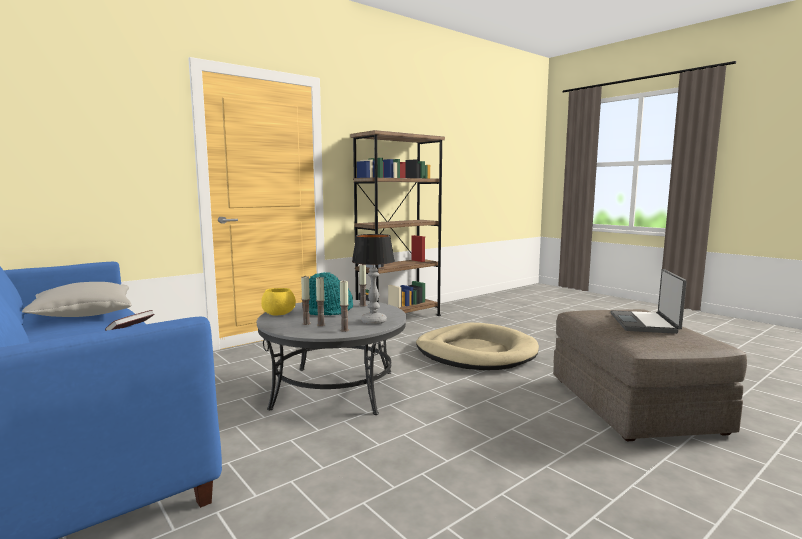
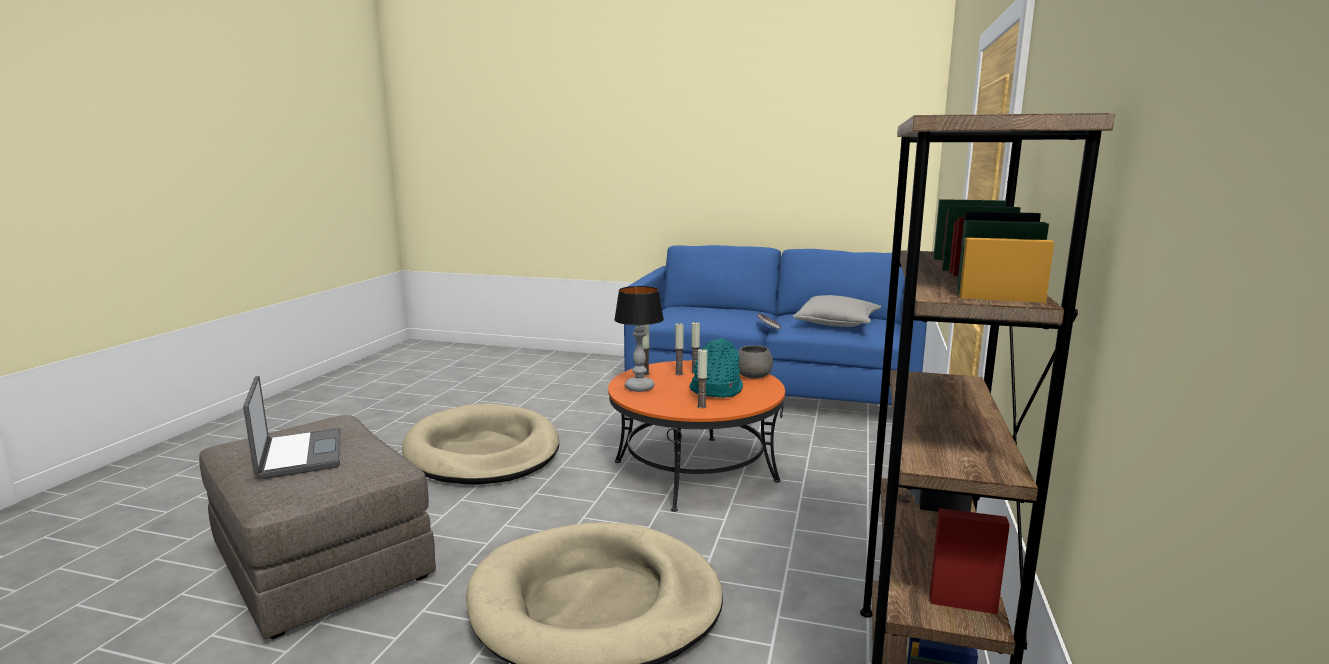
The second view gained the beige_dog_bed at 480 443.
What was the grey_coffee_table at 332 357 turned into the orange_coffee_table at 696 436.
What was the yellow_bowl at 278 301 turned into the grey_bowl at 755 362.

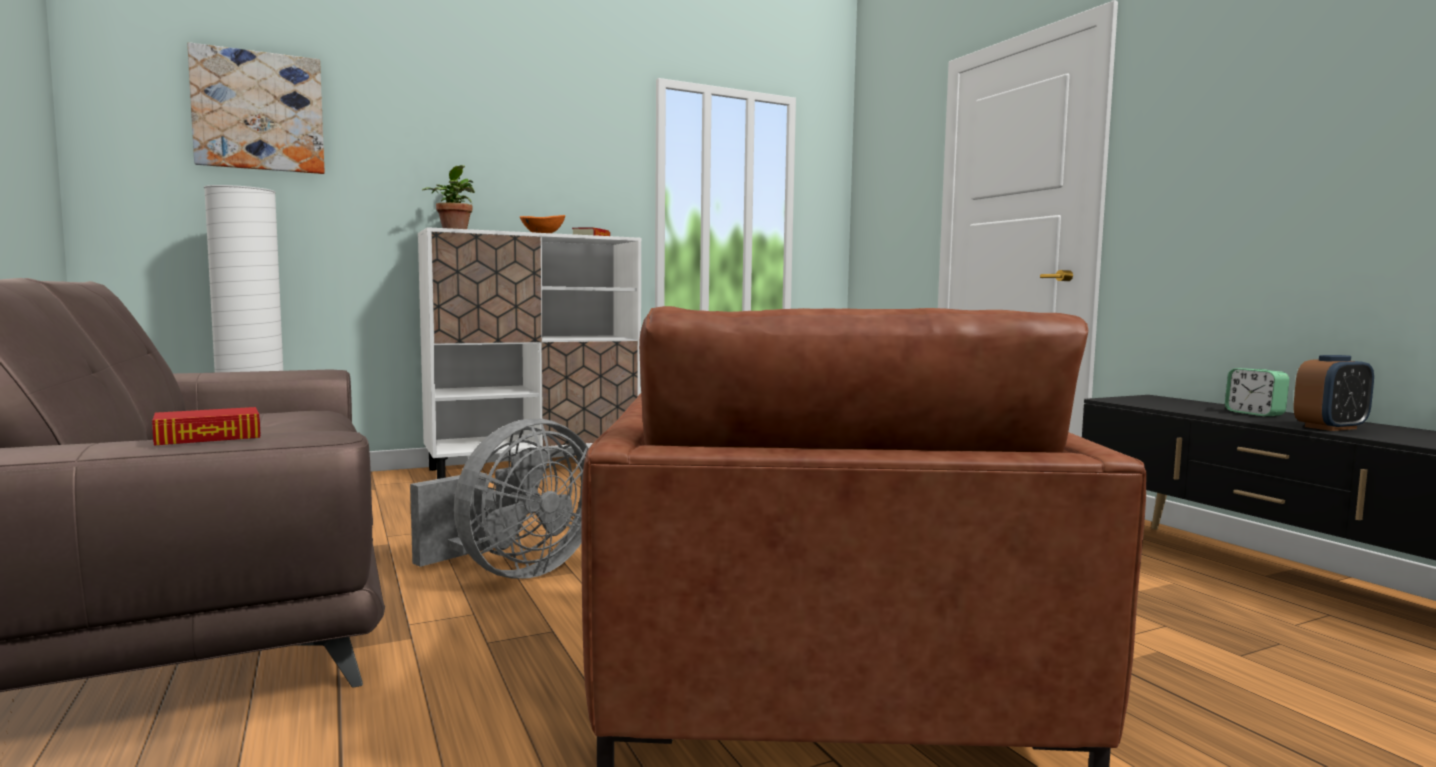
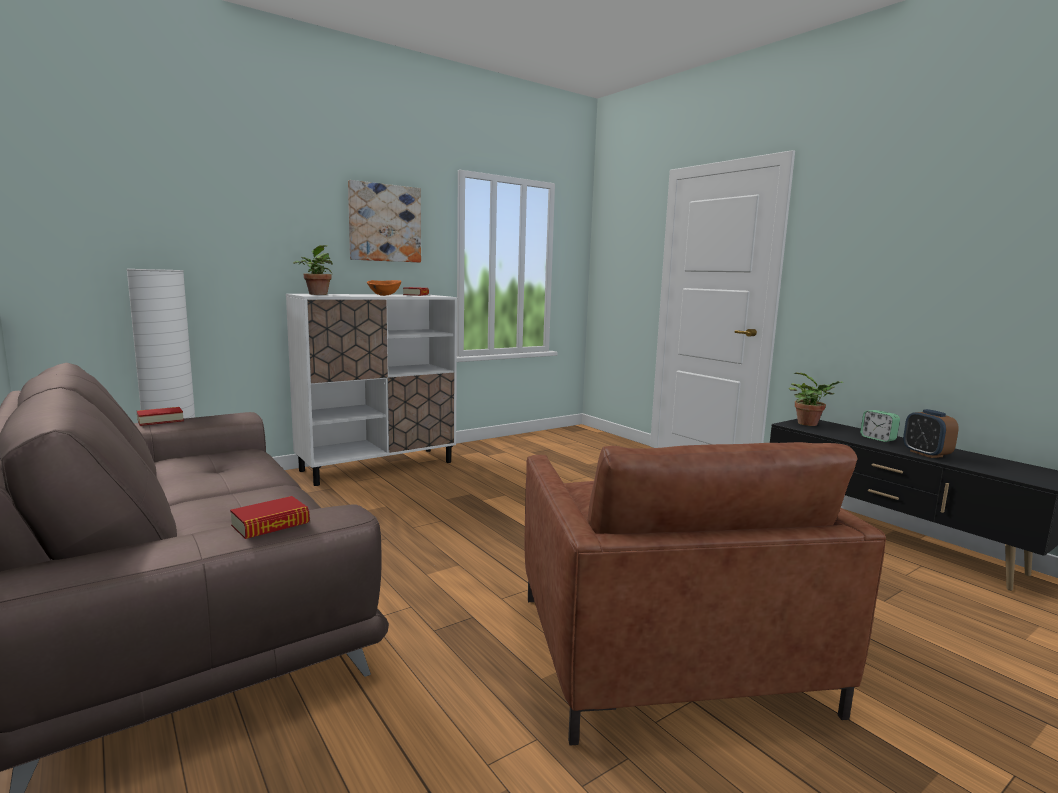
The second view lost the grey_fan at 499 498.
The second view gained the book at 160 416.
The second view gained the potted_plant at 816 399.
The picture ended up elsewhere, having gone from 256 108 to 384 221.
The alarm_clock at 1333 393 ended up facing another way, 105 degrees clockwise from before.

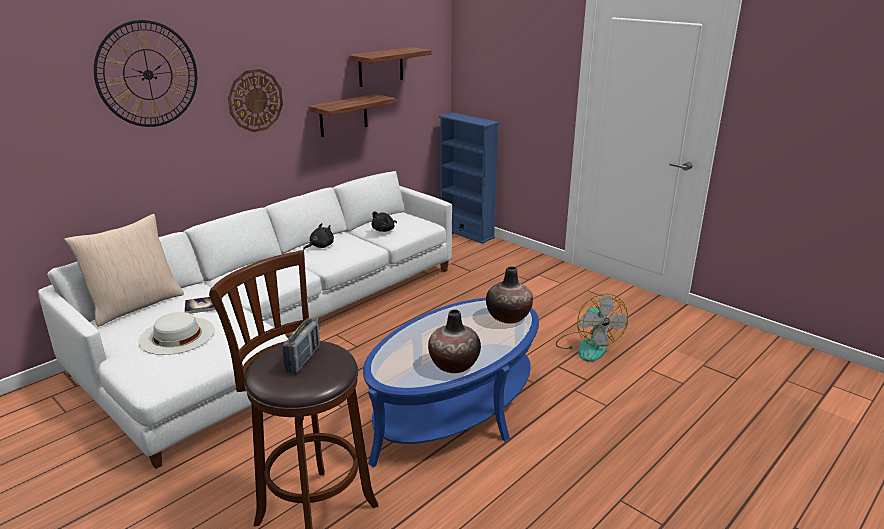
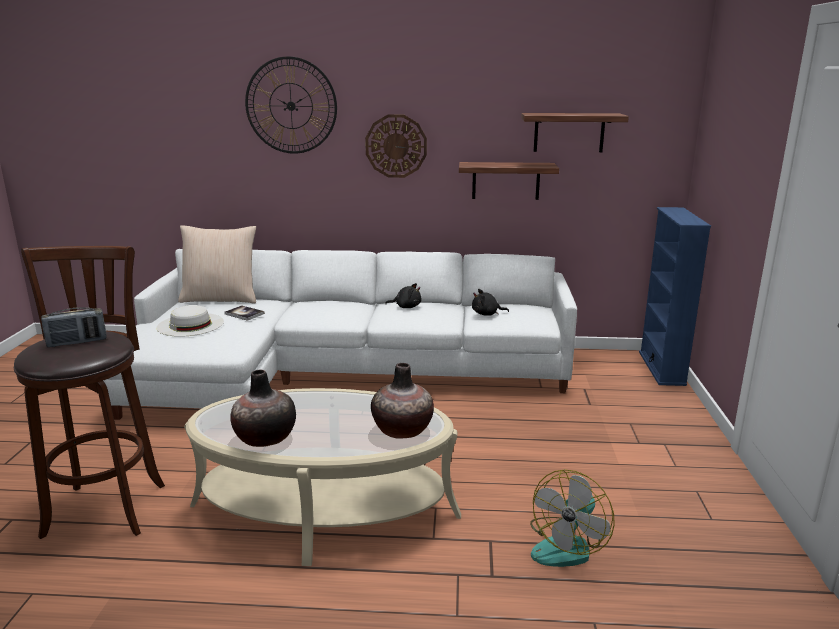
What was the blue_coffee_table at 451 383 turned into the beige_coffee_table at 322 477.

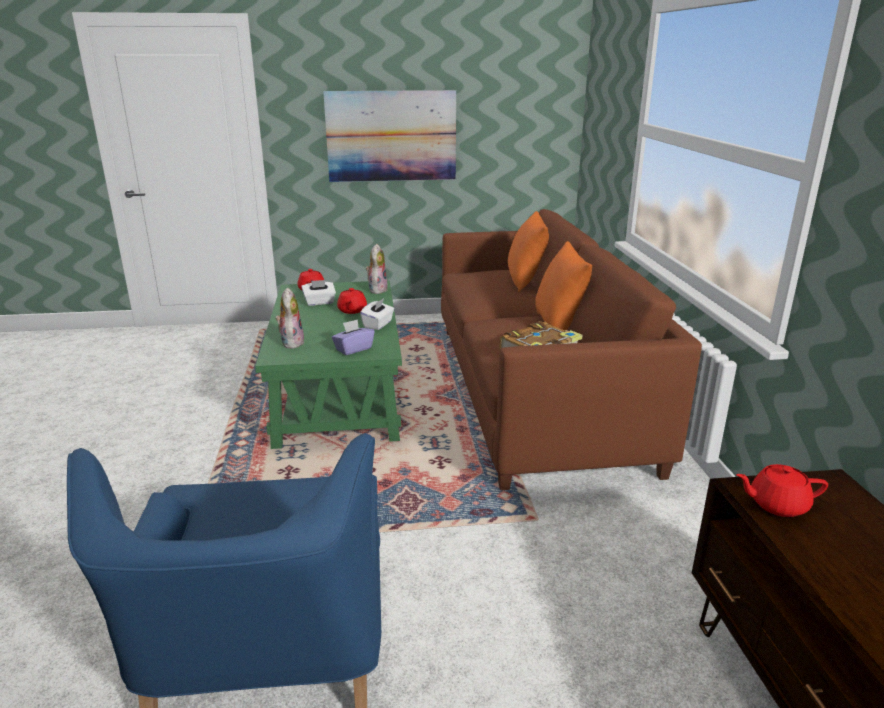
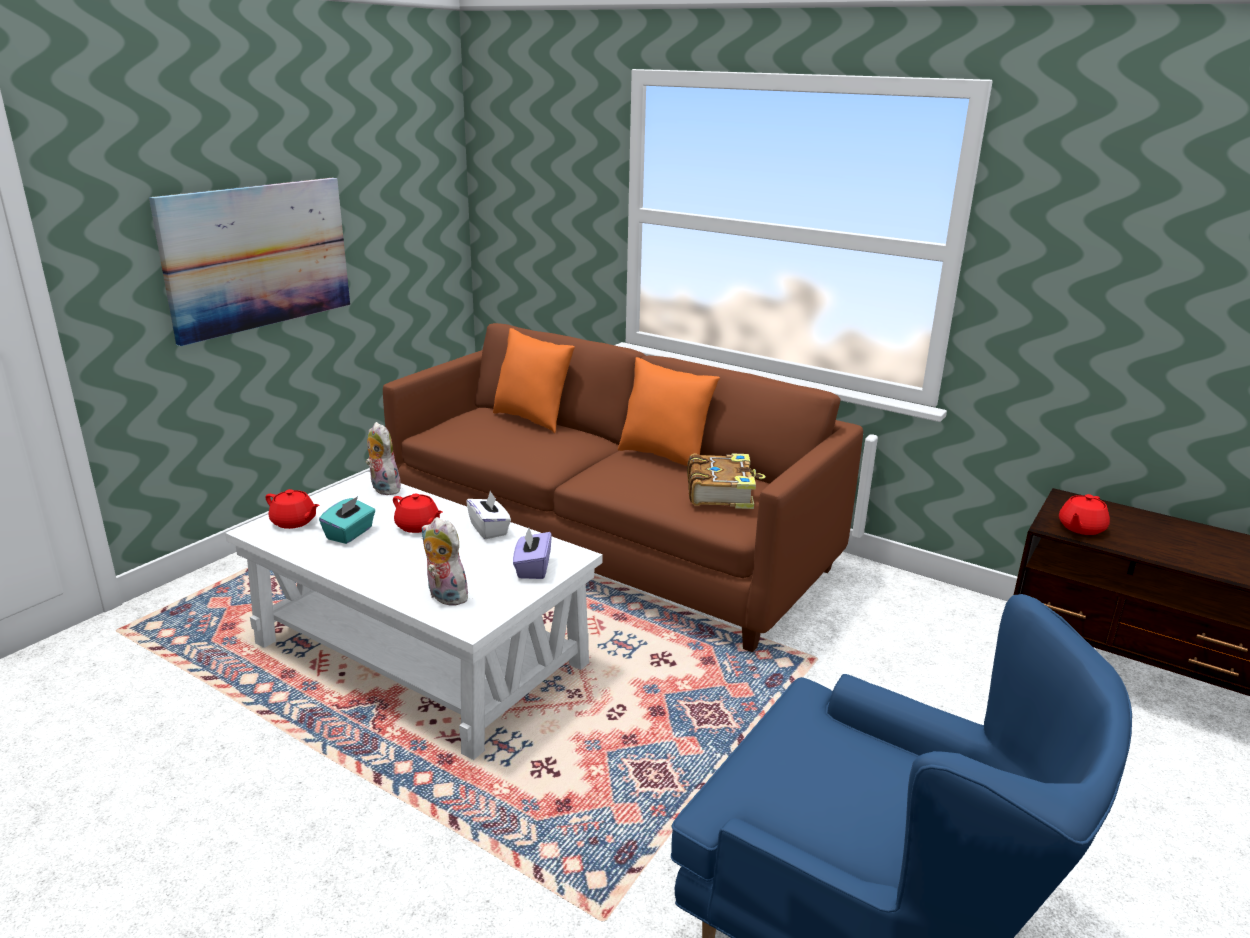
What was the green_coffee_table at 328 365 turned into the white_coffee_table at 414 616.
What was the white_tissue_box at 318 293 turned into the turquoise_tissue_box at 347 520.

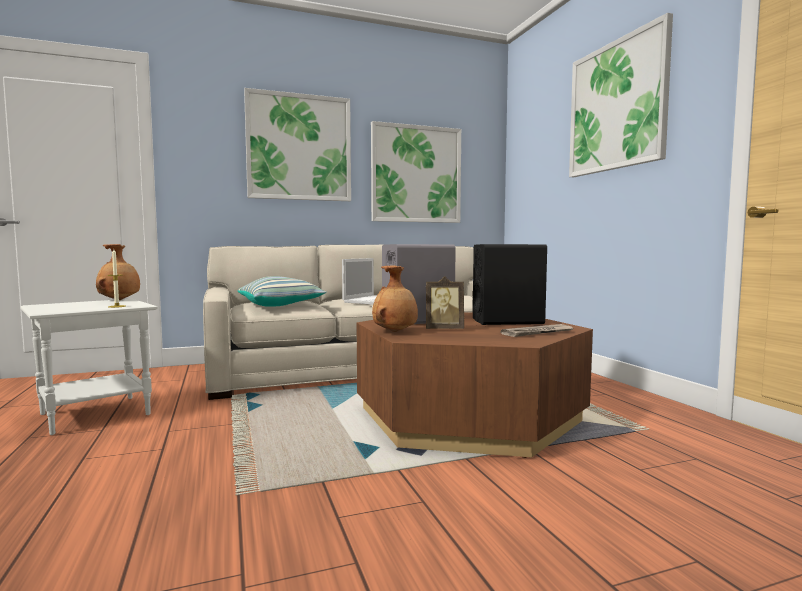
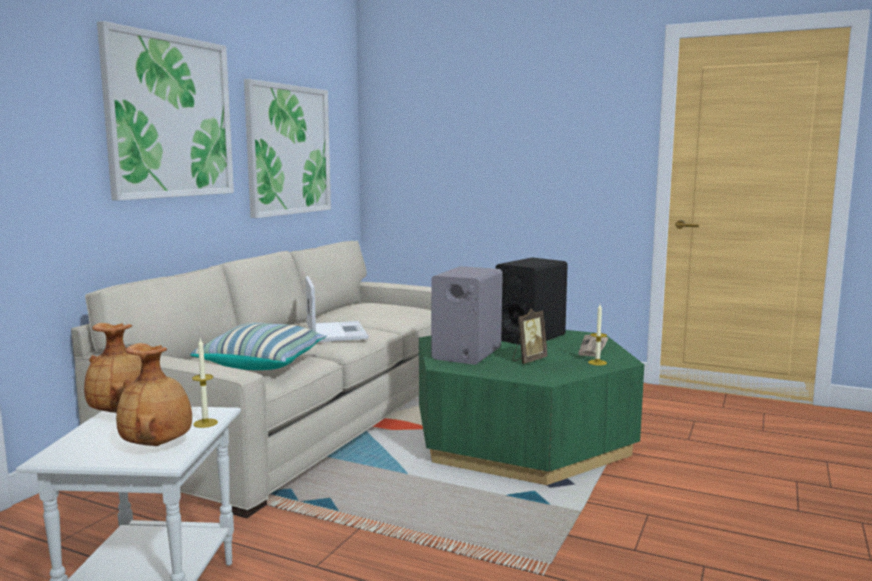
The second view lost the picture at 621 95.
The second view gained the candle at 597 335.
The brown_vase ended up elsewhere, having gone from 395 298 to 154 394.
What was the brown_coffee_table at 475 385 turned into the green_coffee_table at 531 407.

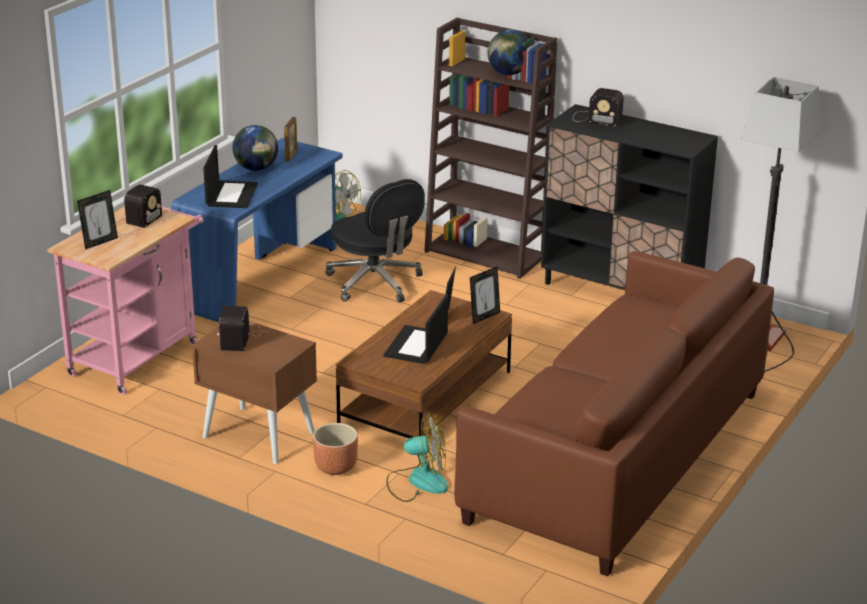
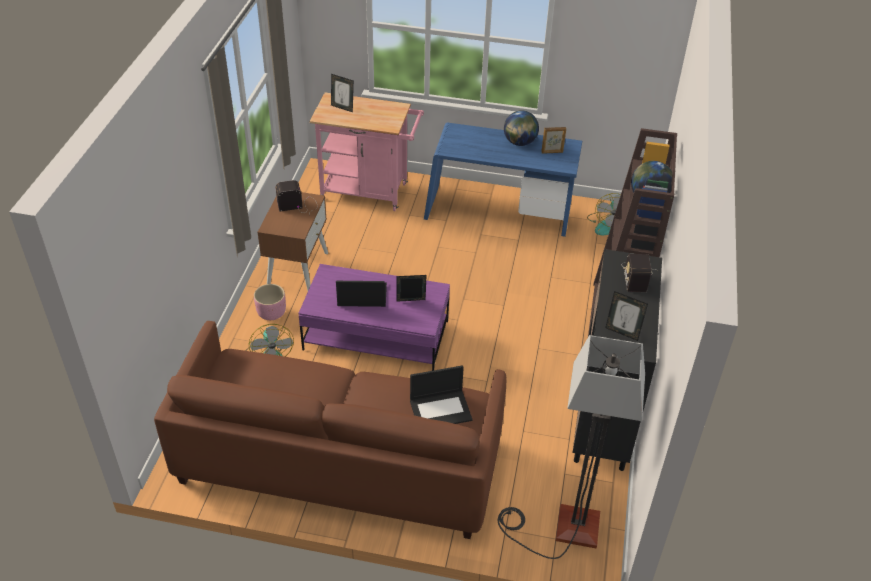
The second view lost the radio at 139 209.
The second view lost the black_office_chair at 375 240.
The laptop ended up elsewhere, having gone from 230 176 to 441 394.
The picture_frame ended up elsewhere, having gone from 485 295 to 626 316.
What was the brown_planter at 335 449 turned into the pink_planter at 270 302.
What was the brown_coffee_table at 424 364 turned into the purple_coffee_table at 374 317.

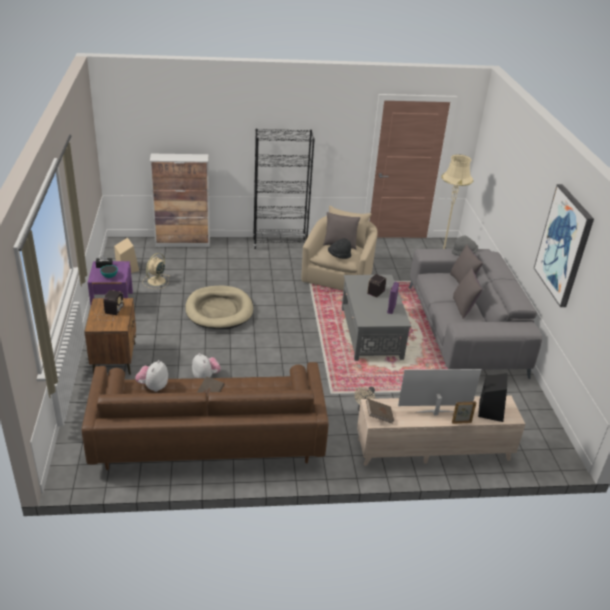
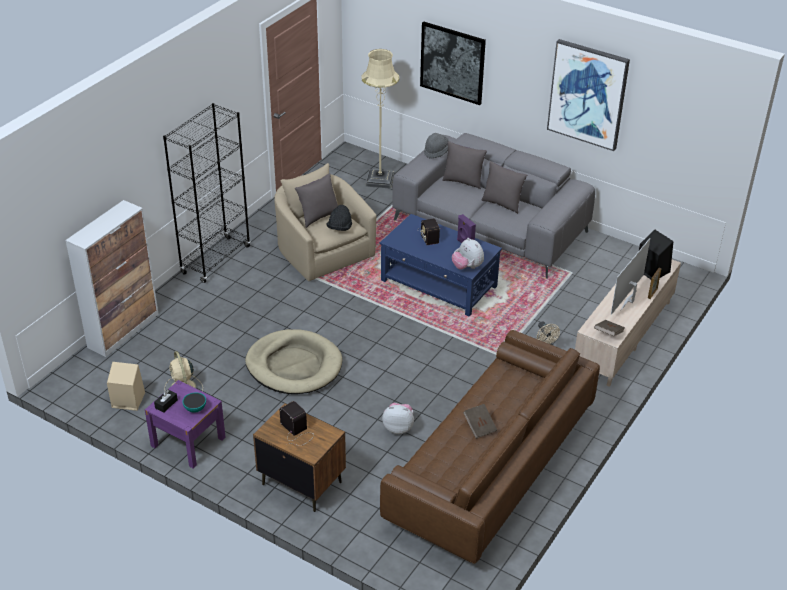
The second view gained the picture at 453 63.
The plush_toy ended up elsewhere, having gone from 151 376 to 468 254.
What was the grey_coffee_table at 376 318 turned into the blue_coffee_table at 440 265.

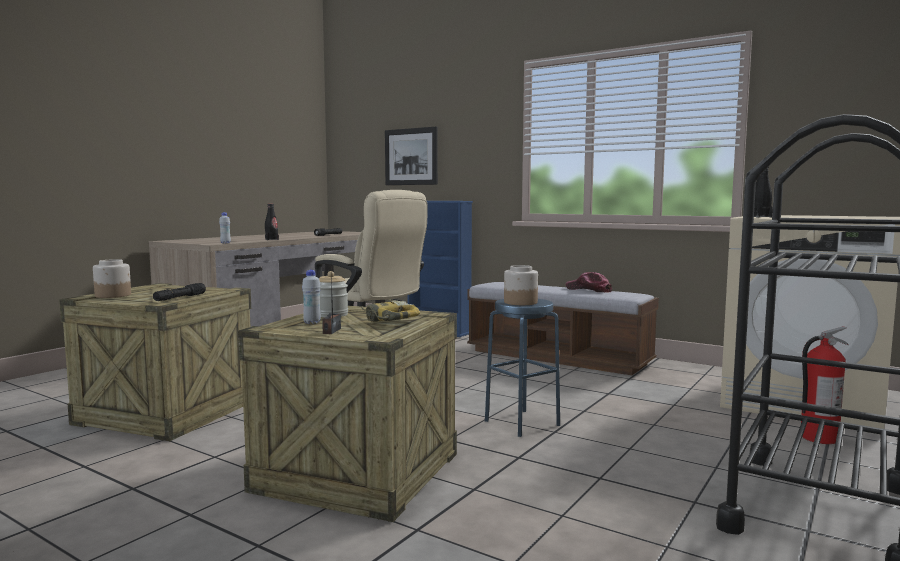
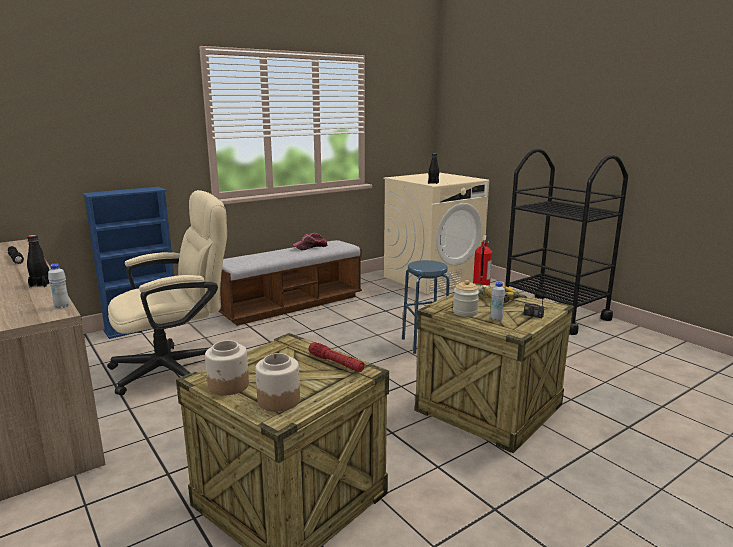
The second view lost the picture at 411 156.
The jar ended up elsewhere, having gone from 521 285 to 227 367.
What was the black_flashlight at 179 292 turned into the red_flashlight at 337 357.

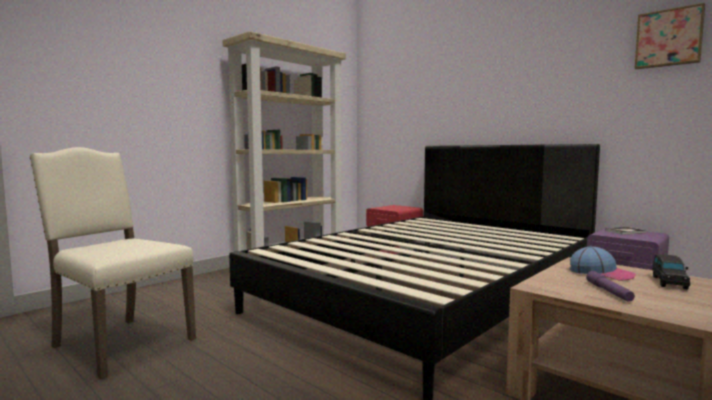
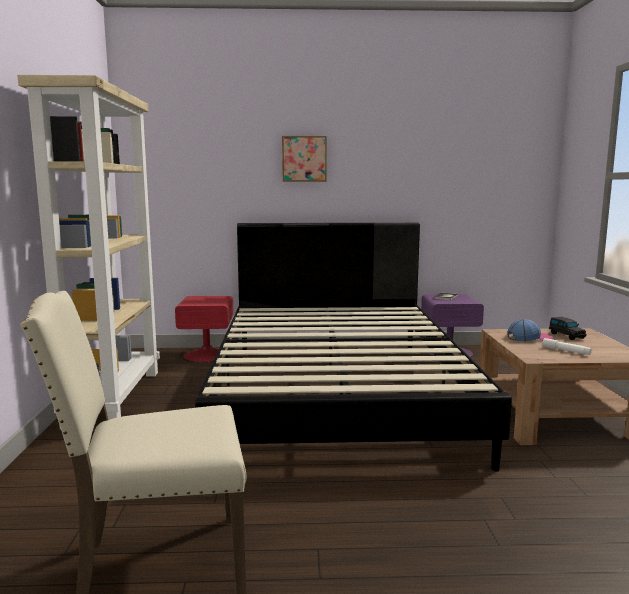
The picture ended up elsewhere, having gone from 669 36 to 304 159.
What was the purple_flashlight at 610 286 turned into the white_flashlight at 567 346.

